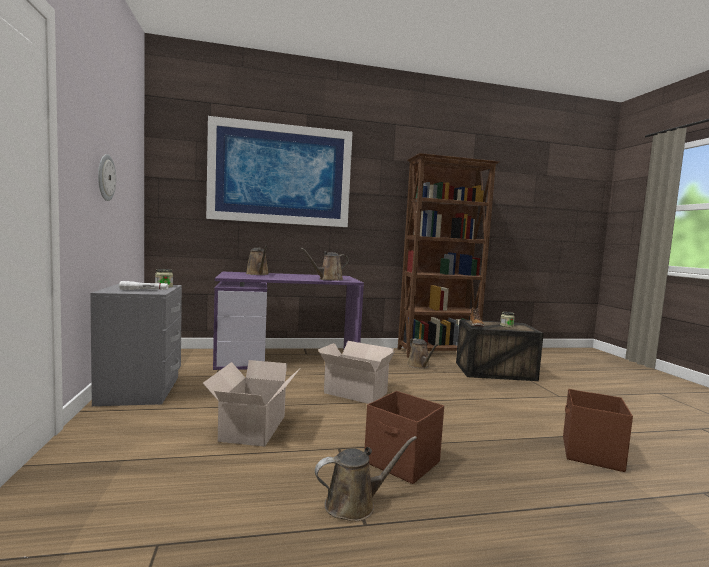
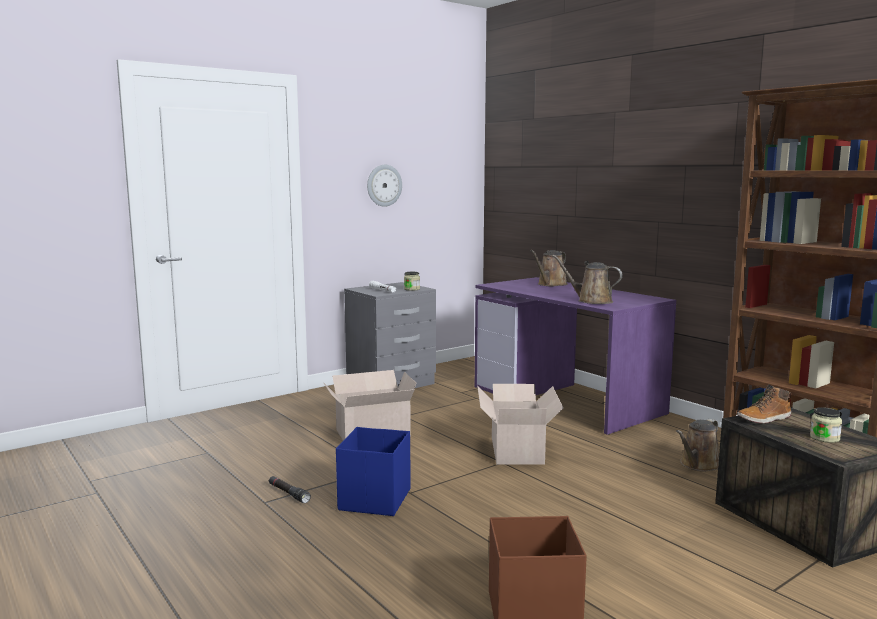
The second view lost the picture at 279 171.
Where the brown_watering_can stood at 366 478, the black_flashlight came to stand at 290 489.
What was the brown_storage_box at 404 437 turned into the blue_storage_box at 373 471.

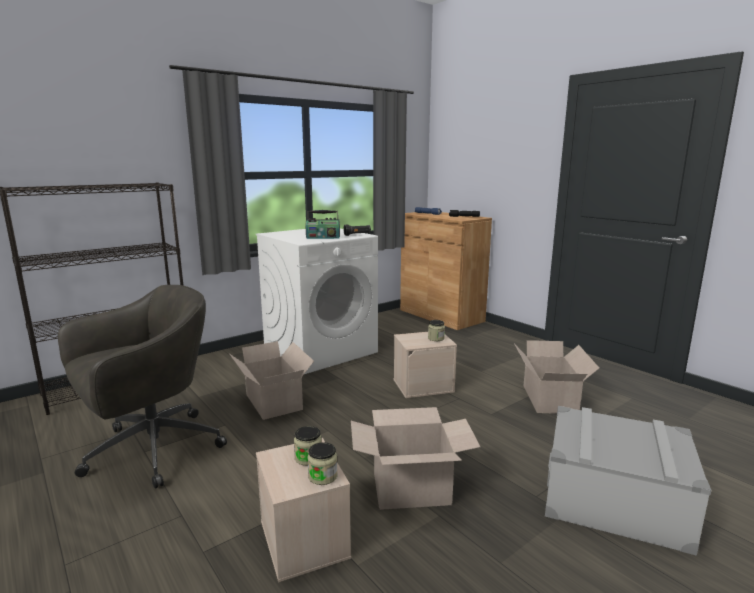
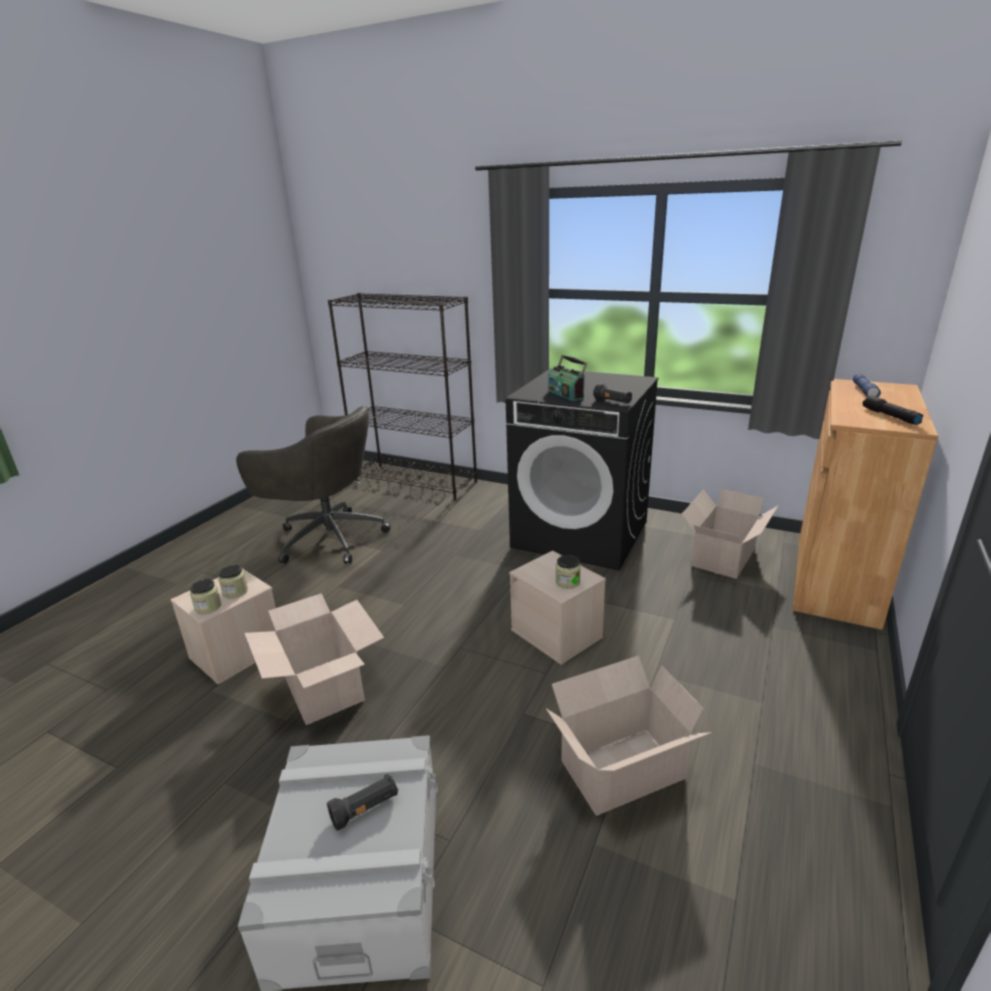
The second view gained the black_flashlight at 362 802.
The cardboard_box ended up elsewhere, having gone from 272 380 to 730 534.
What was the white_washing_machine at 317 301 turned into the black_washing_machine at 582 470.

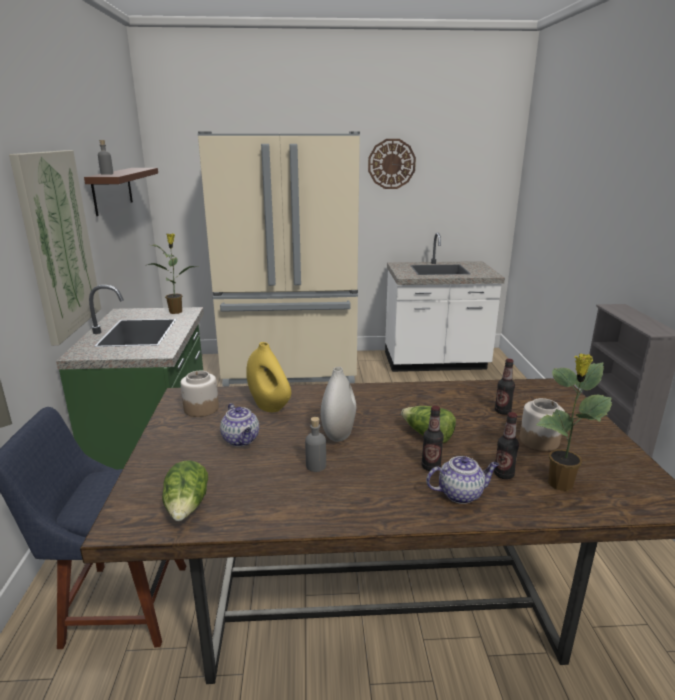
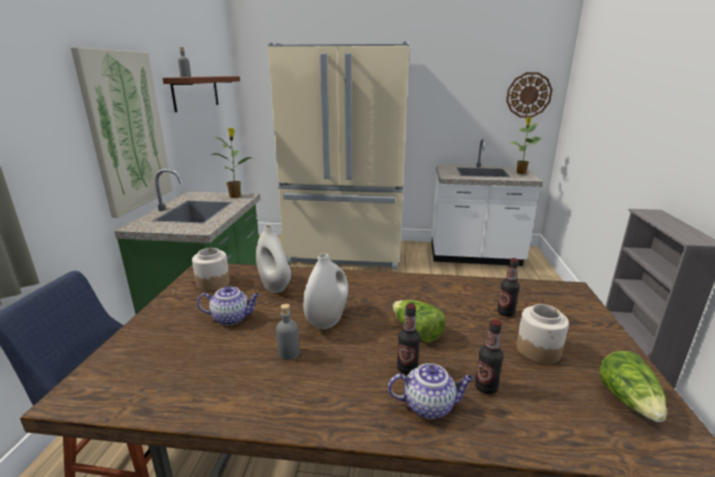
The lettuce ended up elsewhere, having gone from 185 490 to 633 386.
The wall_clock ended up elsewhere, having gone from 392 164 to 529 95.
The potted_plant ended up elsewhere, having gone from 574 422 to 526 145.
What was the yellow_vase at 268 377 turned into the white_vase at 273 258.
The teapot at 239 424 ended up facing another way, 75 degrees counterclockwise from before.

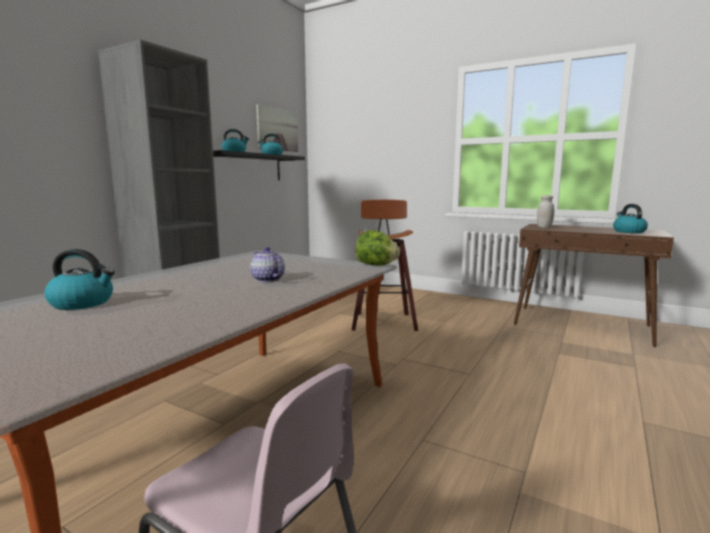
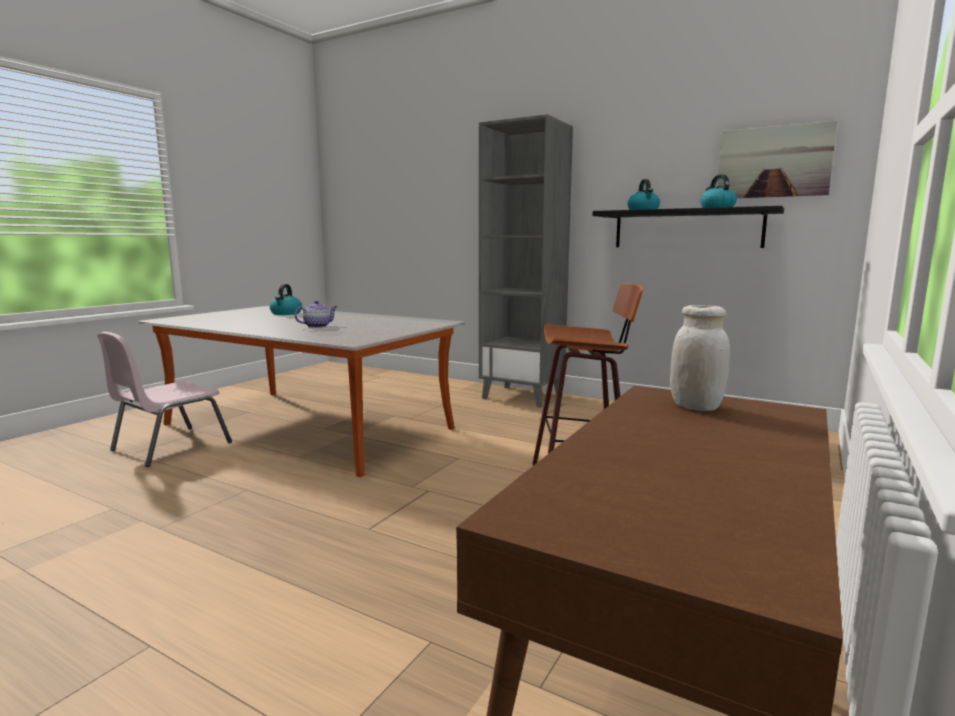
The second view lost the lettuce at 378 248.
The second view lost the kettle at 630 218.

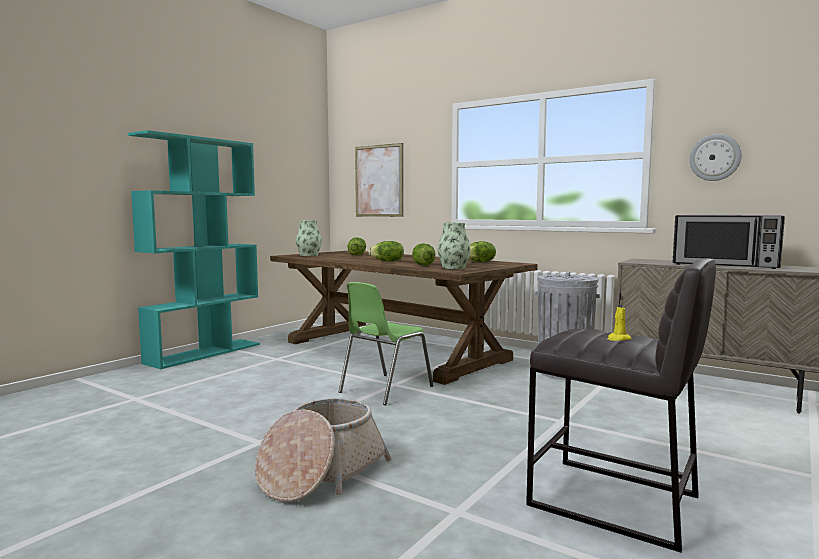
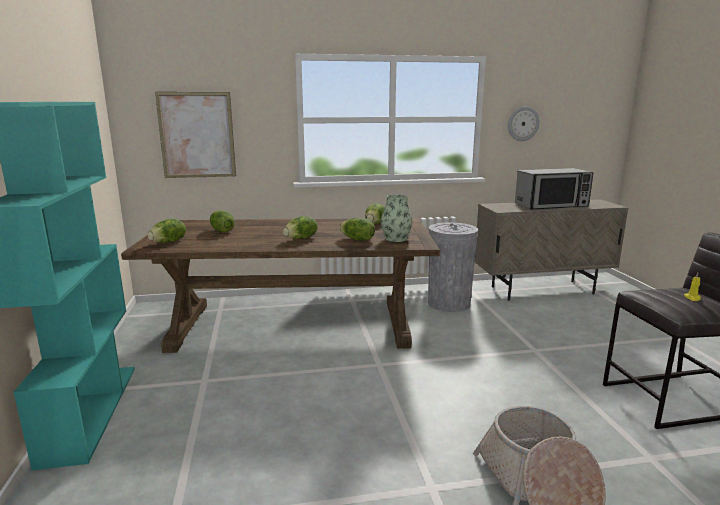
The second view lost the green_chair at 386 343.
Where the vase stood at 309 238, the lettuce came to stand at 166 231.

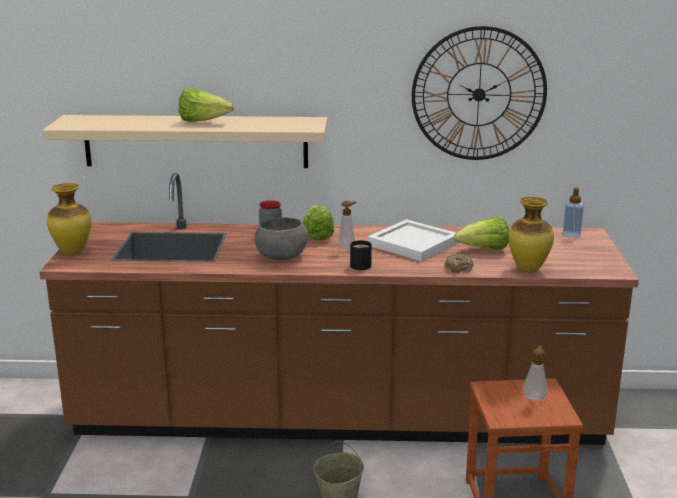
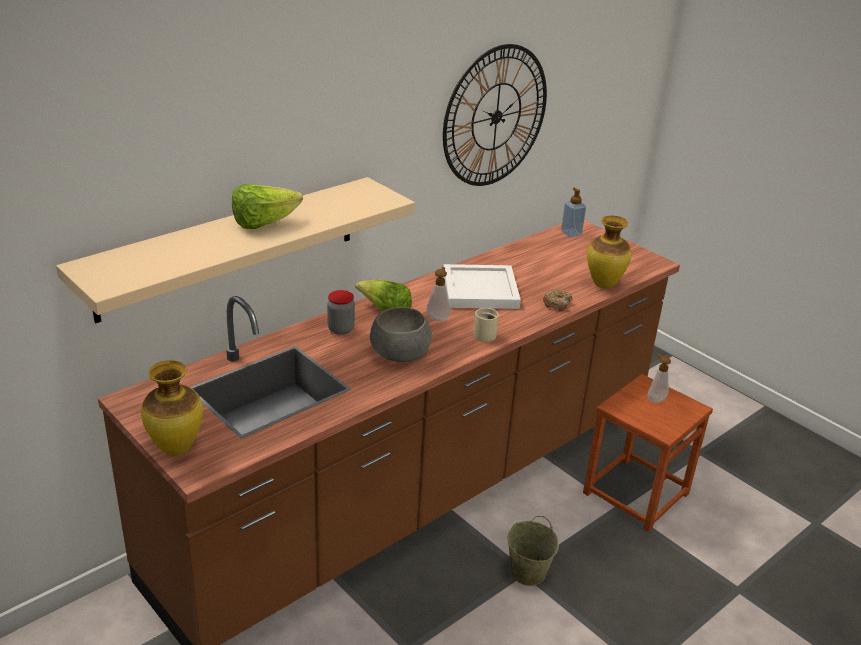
The second view lost the lettuce at 481 233.
What was the black_mug at 361 255 turned into the beige_mug at 486 325.

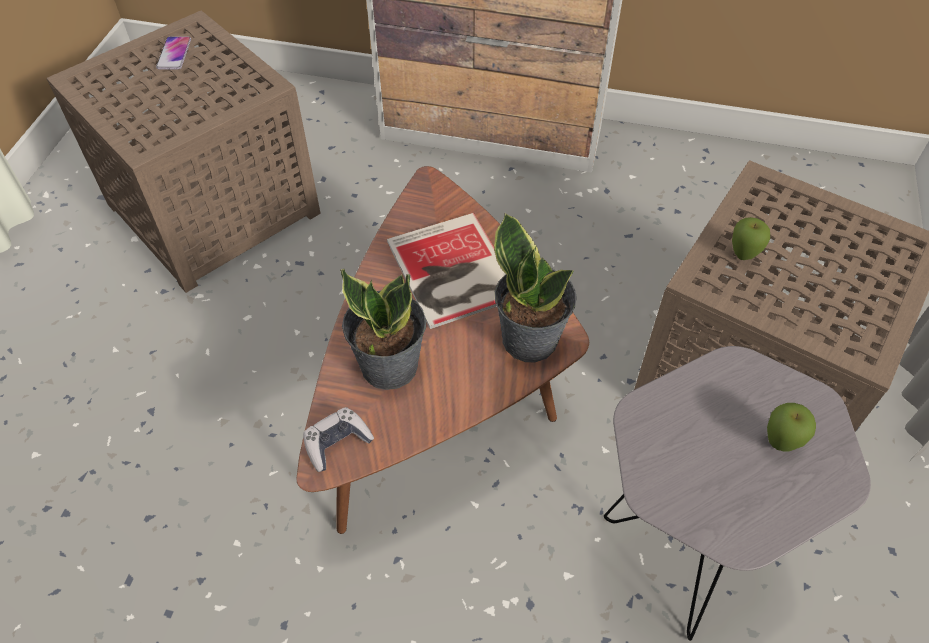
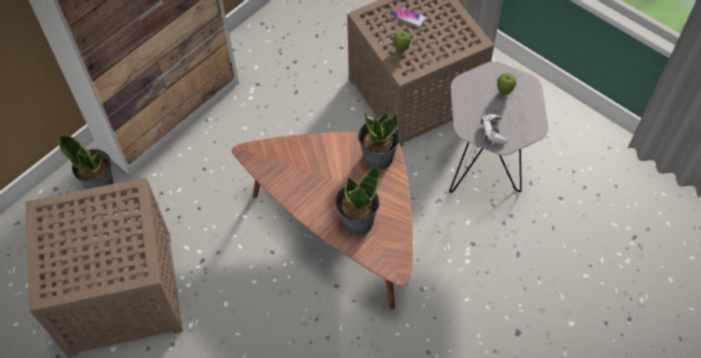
The second view lost the book at 446 271.
The second view gained the potted_plant at 86 162.
The phone ended up elsewhere, having gone from 173 53 to 409 16.
The game_controller ended up elsewhere, having gone from 338 439 to 494 129.

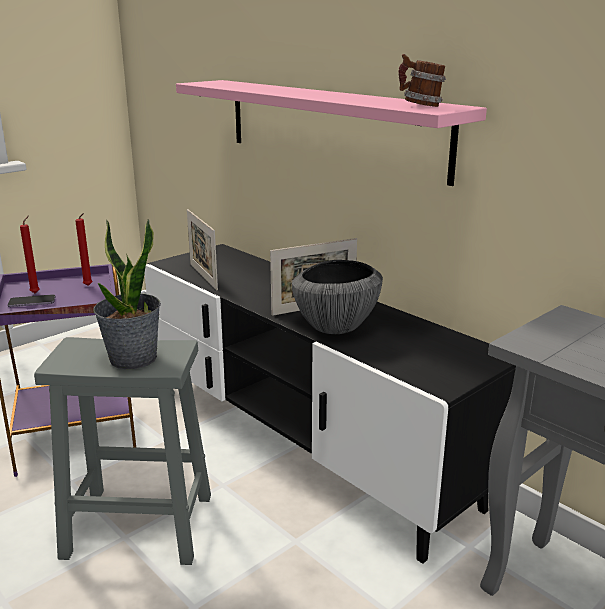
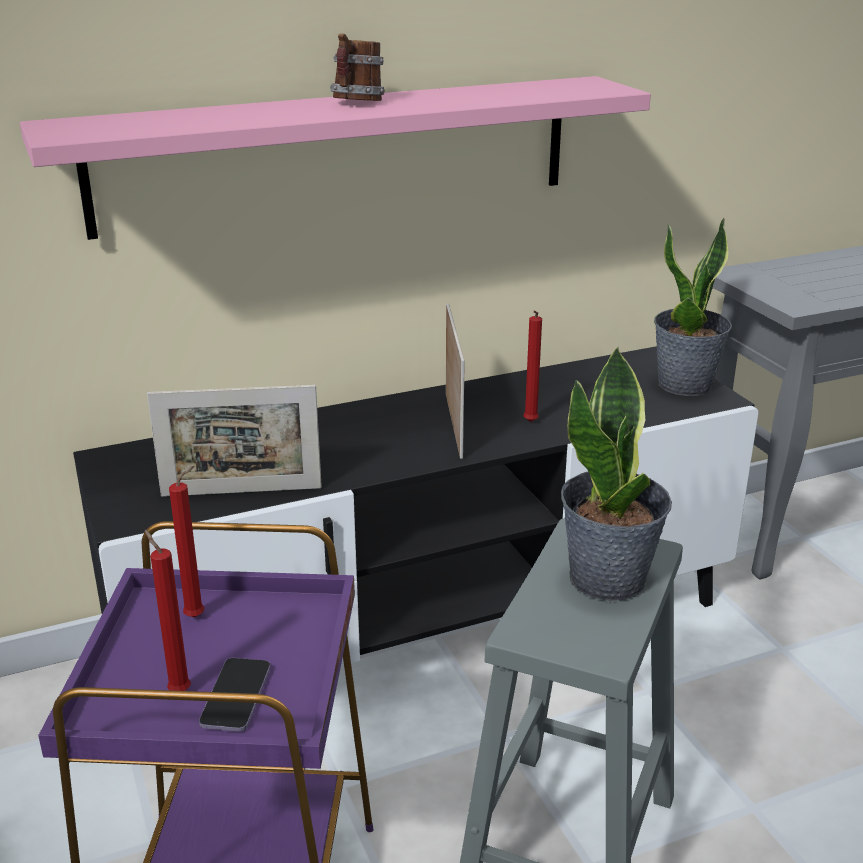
The second view gained the potted_plant at 693 307.
The mug ended up elsewhere, having gone from 422 80 to 357 67.
Where the bowl stood at 337 297, the red_candle came to stand at 532 366.

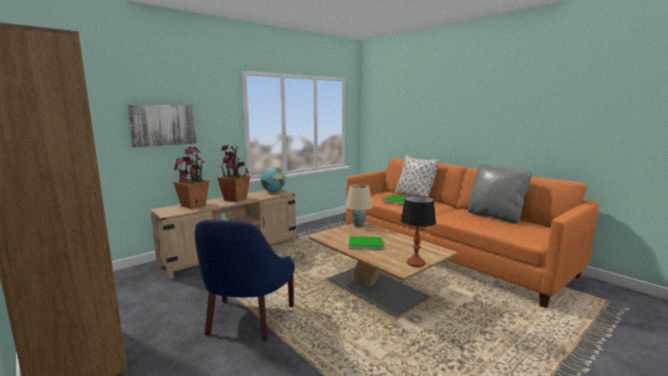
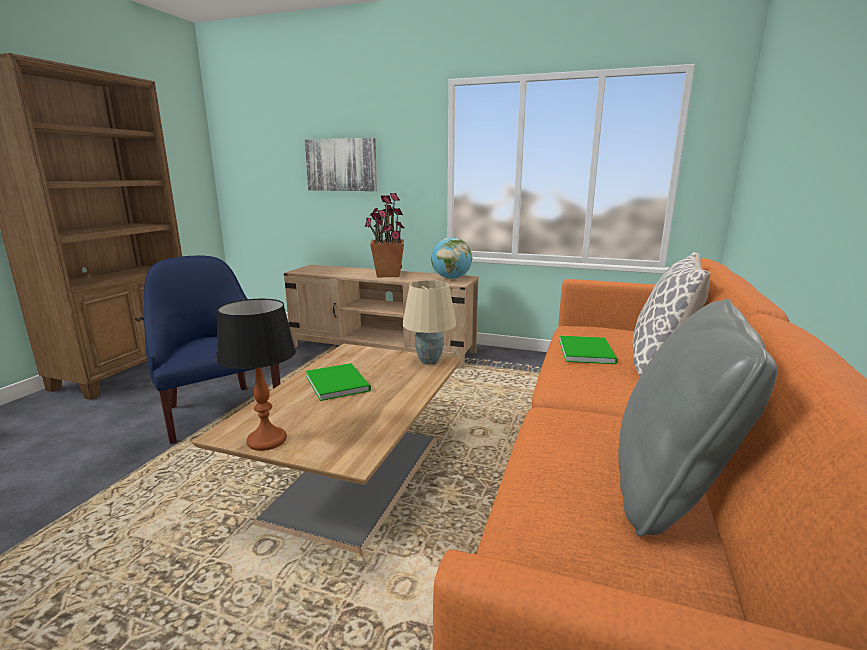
The second view lost the potted_plant at 191 178.
The blue_armchair at 244 281 ended up facing another way, 75 degrees clockwise from before.

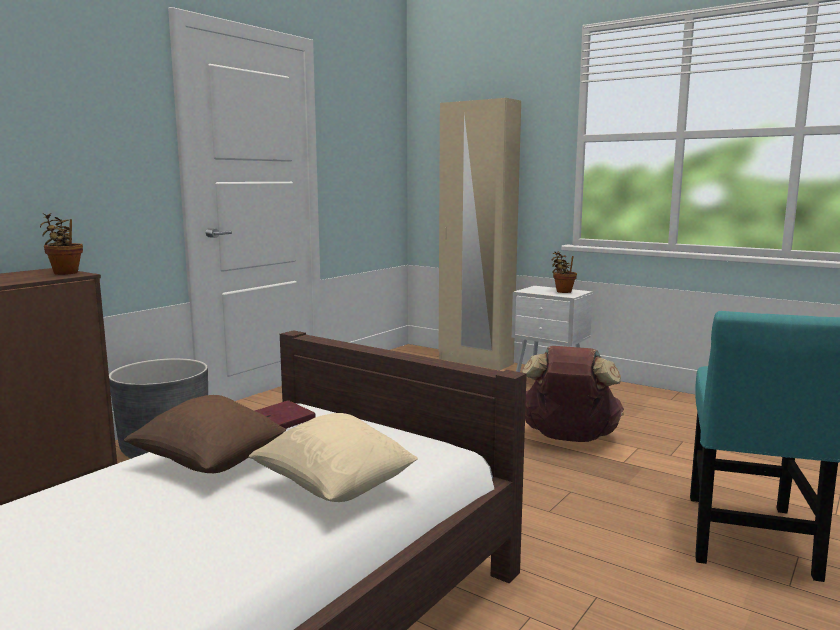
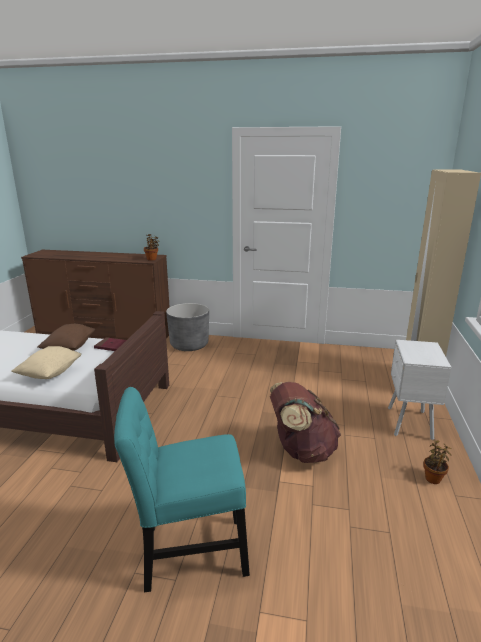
The potted_plant ended up elsewhere, having gone from 564 272 to 437 462.

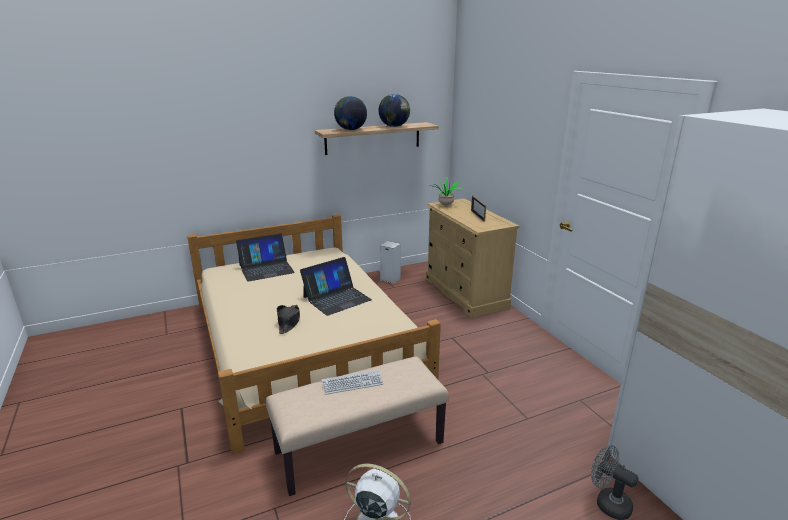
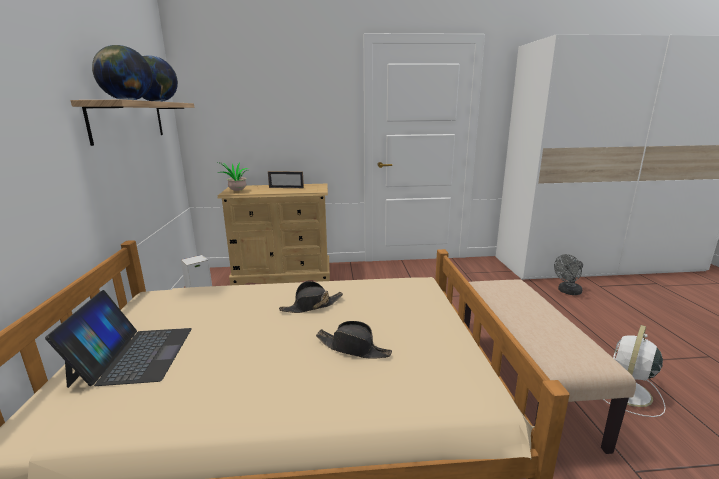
The second view lost the keyboard at 352 382.
Where the laptop stood at 336 286, the black_hat came to stand at 311 297.

